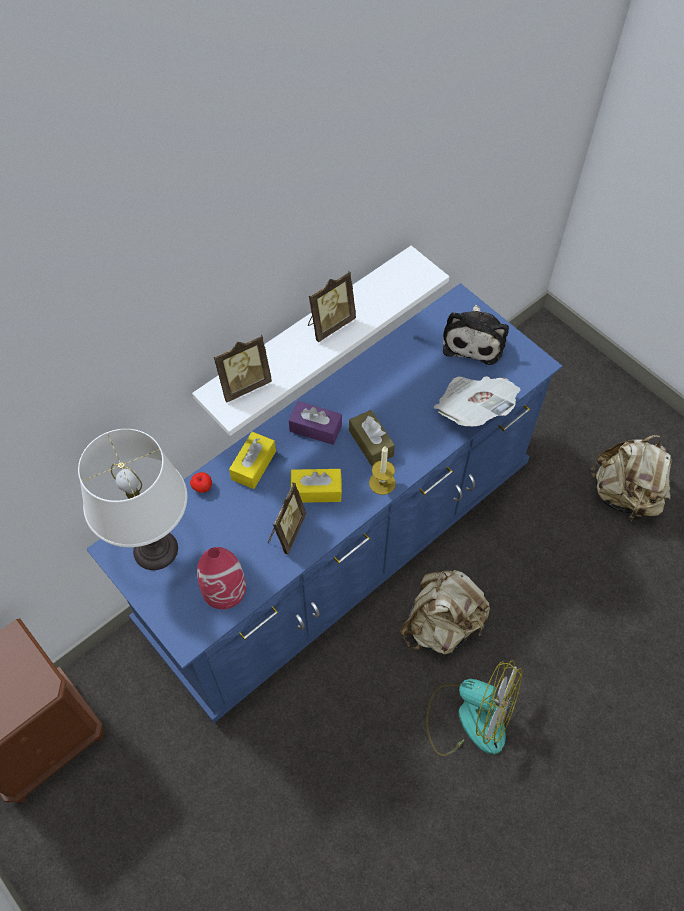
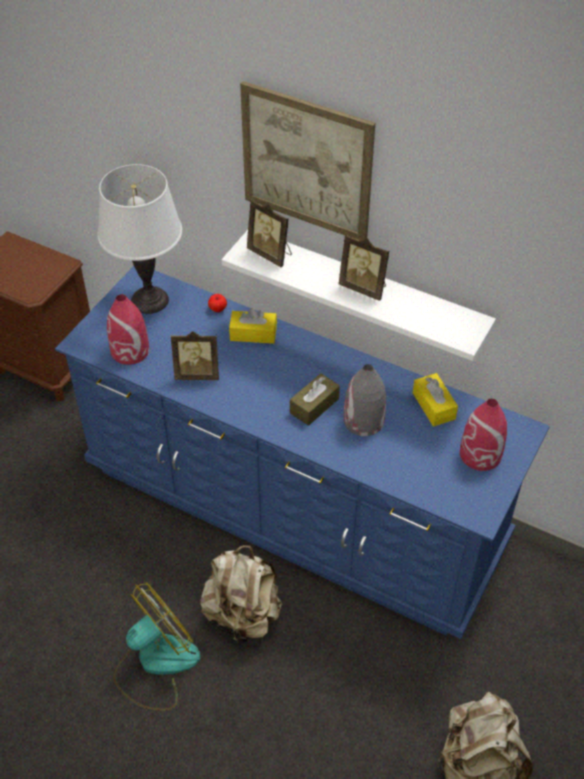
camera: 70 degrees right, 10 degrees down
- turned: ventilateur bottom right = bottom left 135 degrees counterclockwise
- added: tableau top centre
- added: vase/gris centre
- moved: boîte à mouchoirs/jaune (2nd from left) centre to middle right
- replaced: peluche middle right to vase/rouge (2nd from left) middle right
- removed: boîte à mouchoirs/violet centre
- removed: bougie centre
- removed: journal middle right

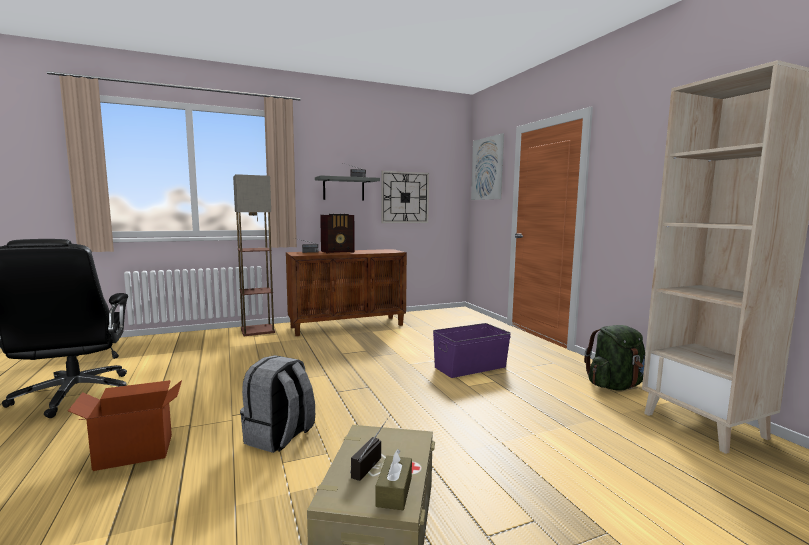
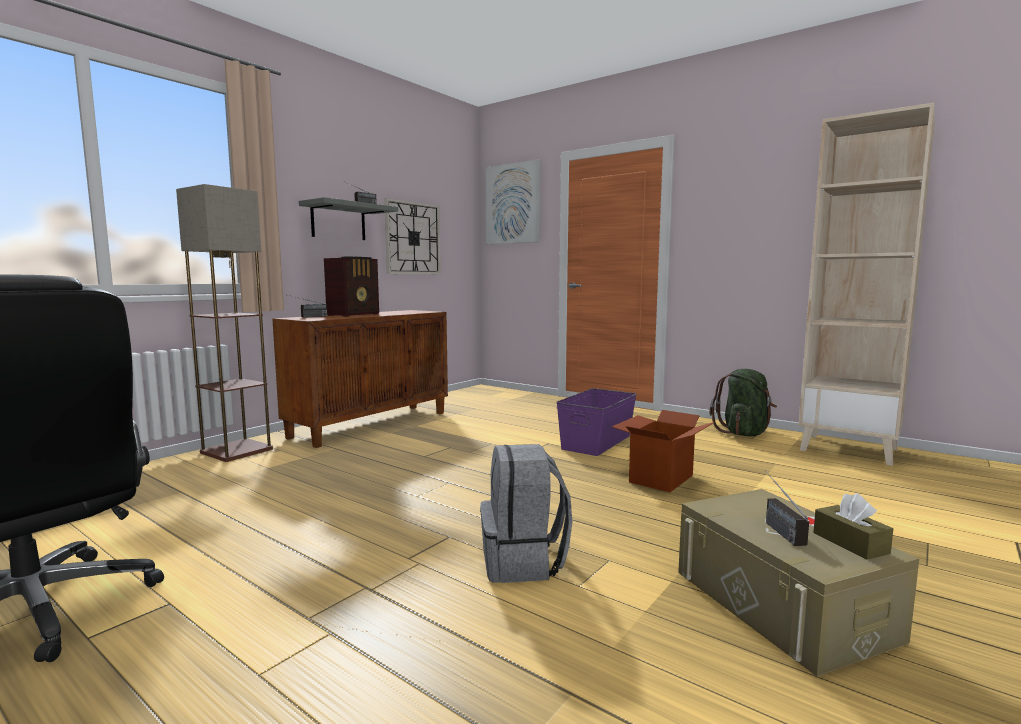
camera: 30 degrees left, 0 degrees up
- moved: carton bottom left to centre

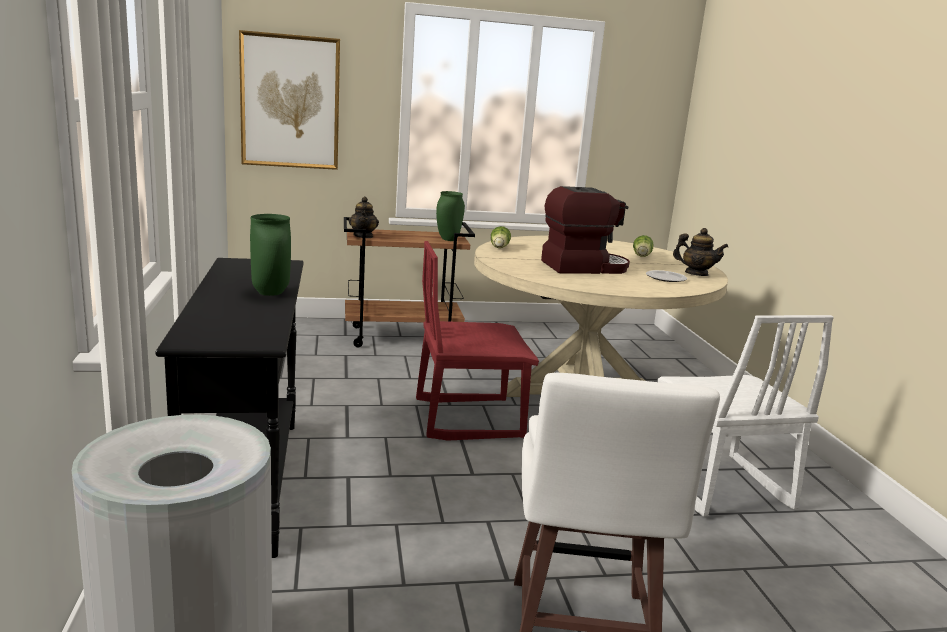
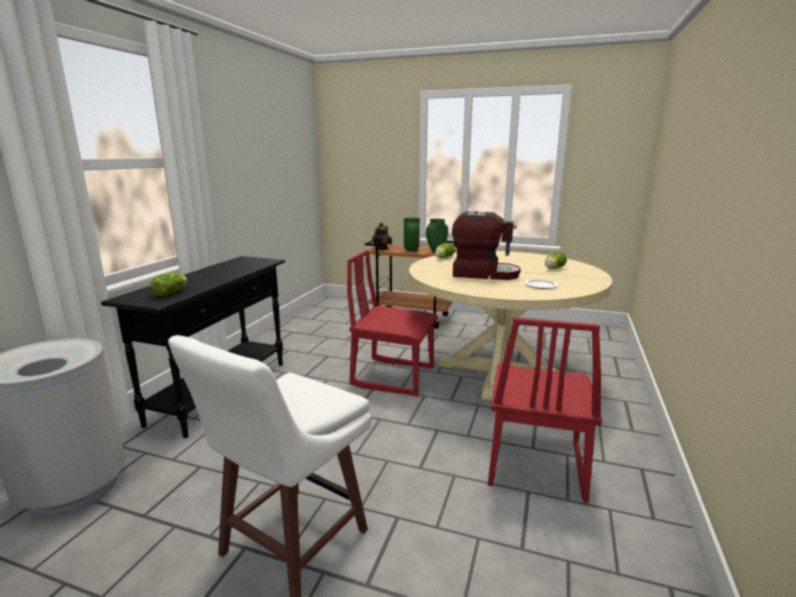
camera: 30 degrees right, 0 degrees up
- added: laitue (1st from left) middle left
- moved: vase/vert (1st from left) middle left to centre
- recoloured: chaise/blanc middle right to chaise/rouge (2nd from left) bottom right
- removed: tableau top left
- removed: théière (2nd from left) middle right

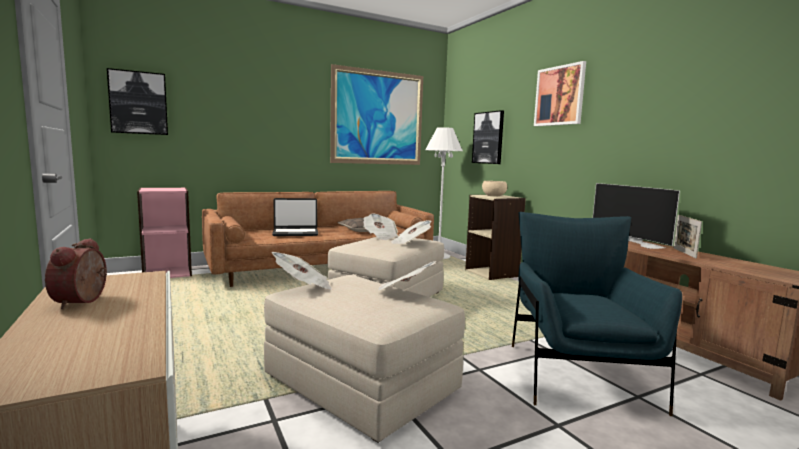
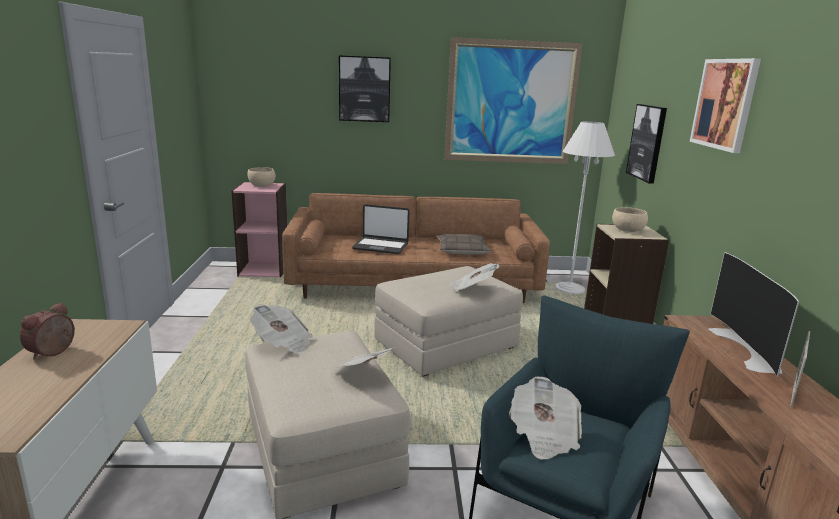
camera: 25 degrees right, 10 degrees up
- added: bol/beige (1st from left) middle left
- moved: tableau (1st from left) top left to top centre
- moved: journal (2nd from left in the first image) centre to journal (4th from left) bottom centre

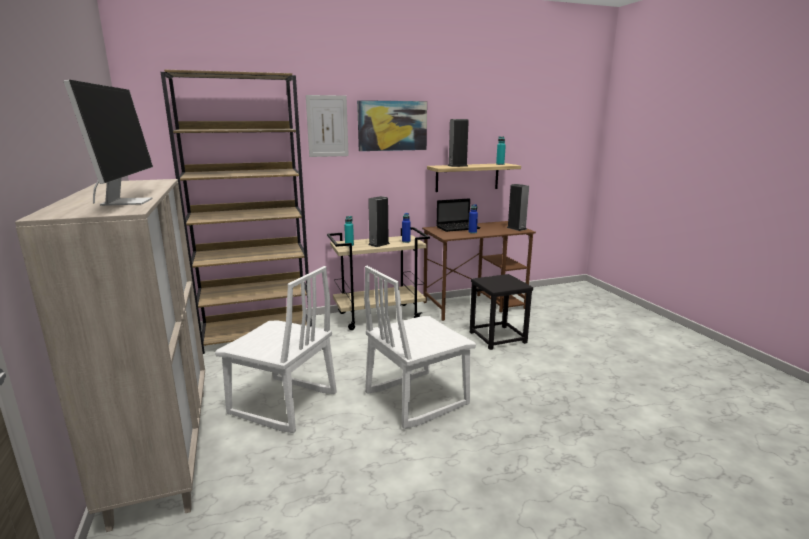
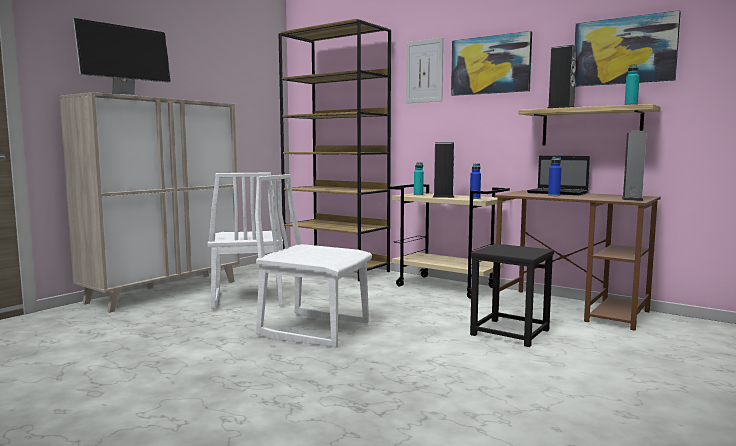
camera: 55 degrees right, 10 degrees down
- added: tableau (3rd from left) top right

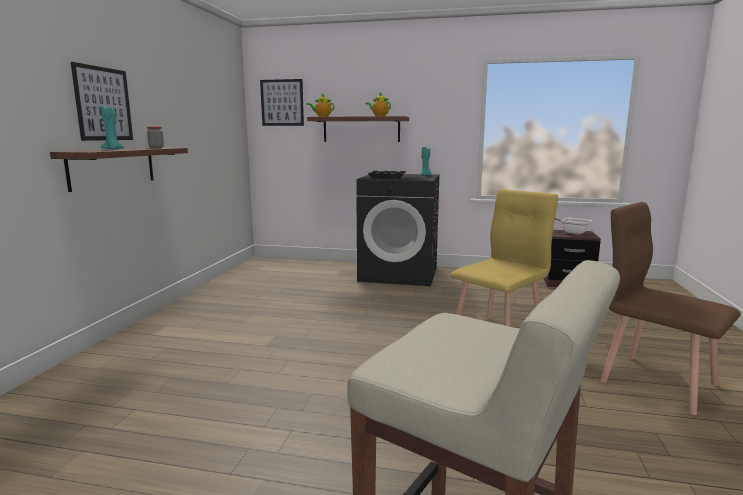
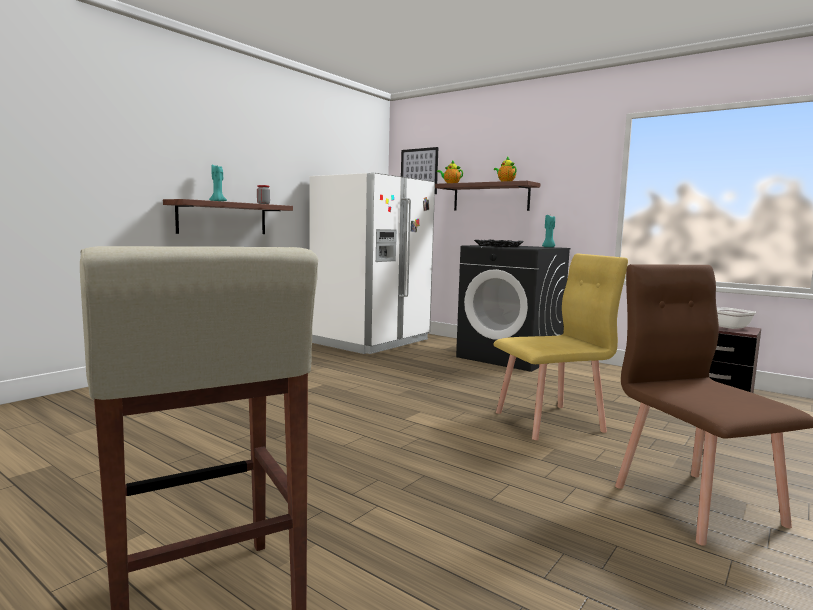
camera: 25 degrees right, 5 degrees down
- added: réfrigérateur/blanc centre
- removed: tableau (1st from left) top left

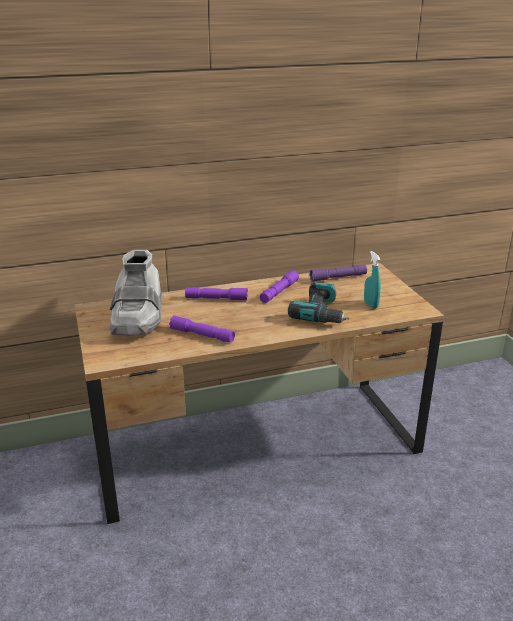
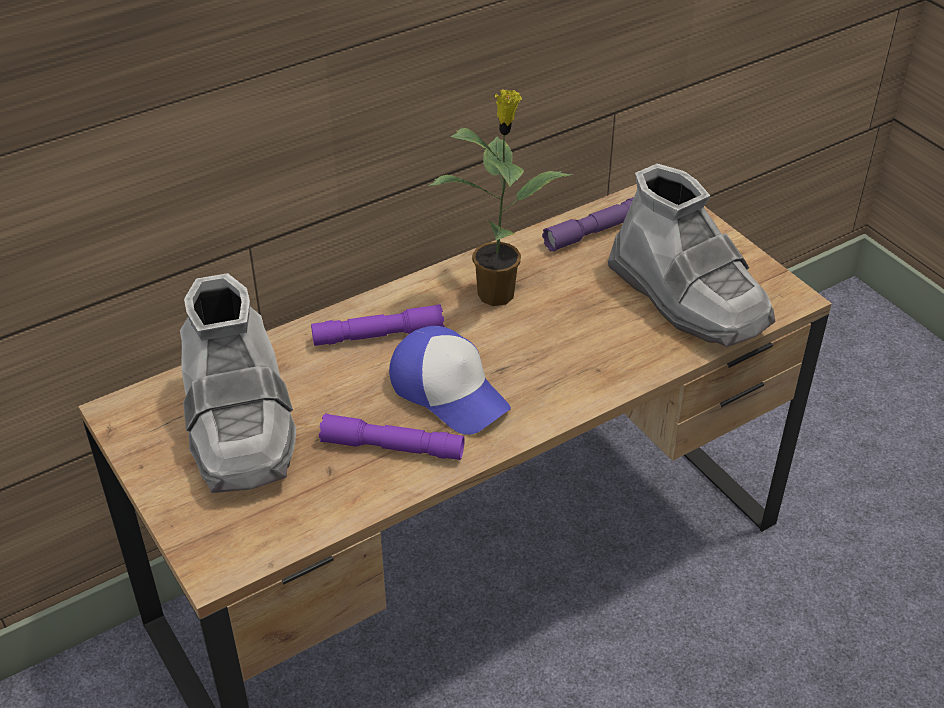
camera: 15 degrees left, 15 degrees up
- added: casquette centre
- replaced: lampe de poche/violet (3rd from left) centre to plante en pot top centre
- replaced: vaporisateur/turquoise middle right to botte/gris (2nd from left) middle right
- removed: perceuse centre

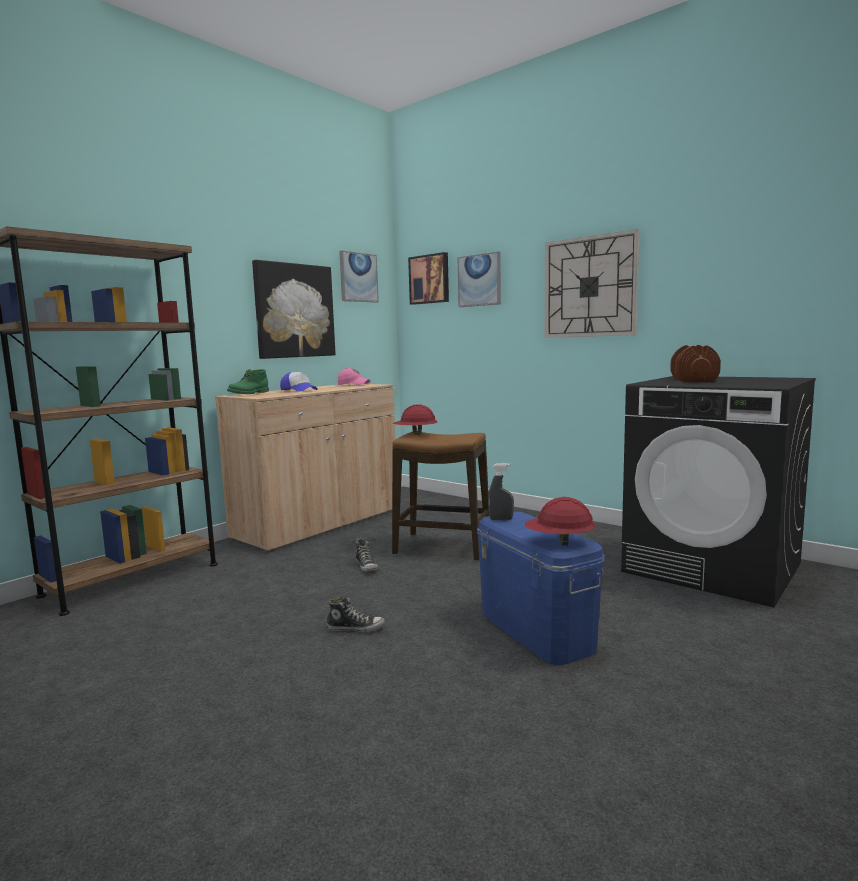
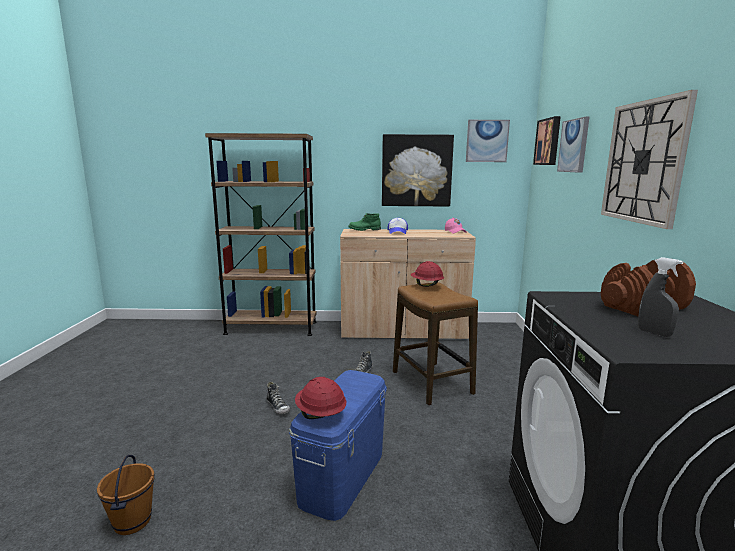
camera: 50 degrees right, 5 degrees up
- added: seau/marron bottom left
- moved: vaporisateur/gris centre to middle right

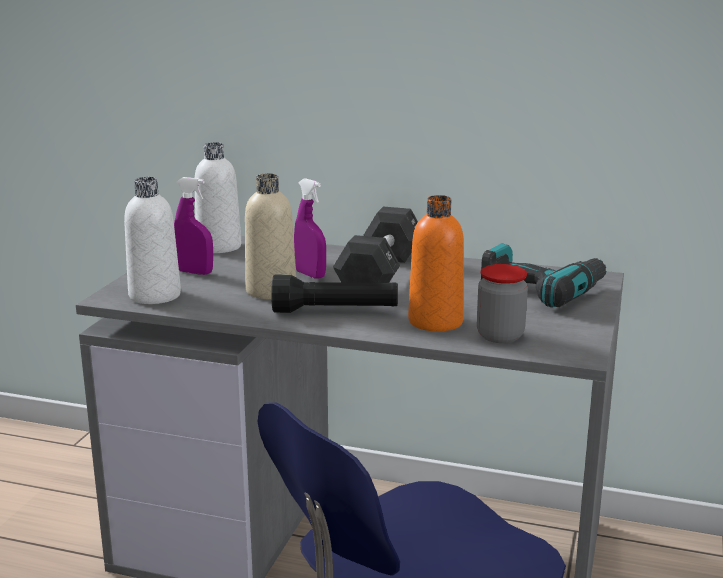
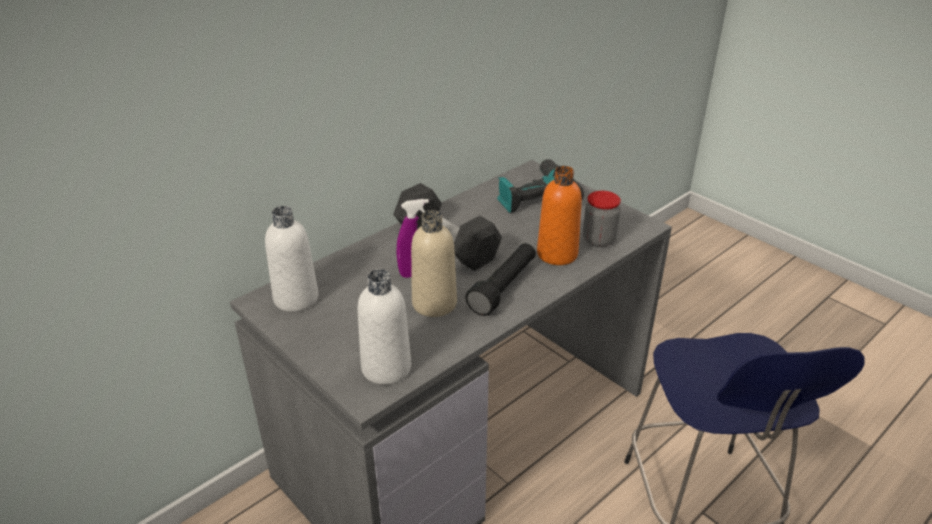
camera: 60 degrees left, 15 degrees up
- removed: vaporisateur/violet (1st from left) middle left

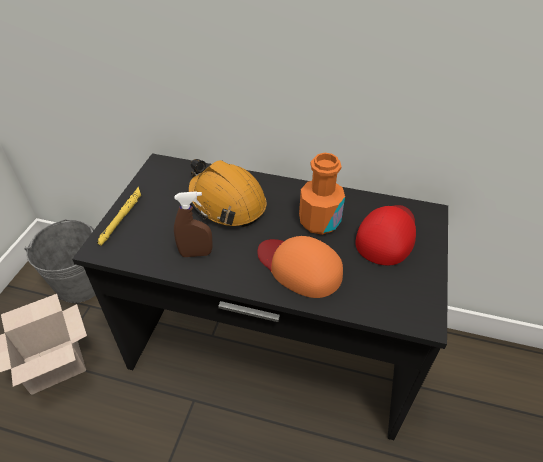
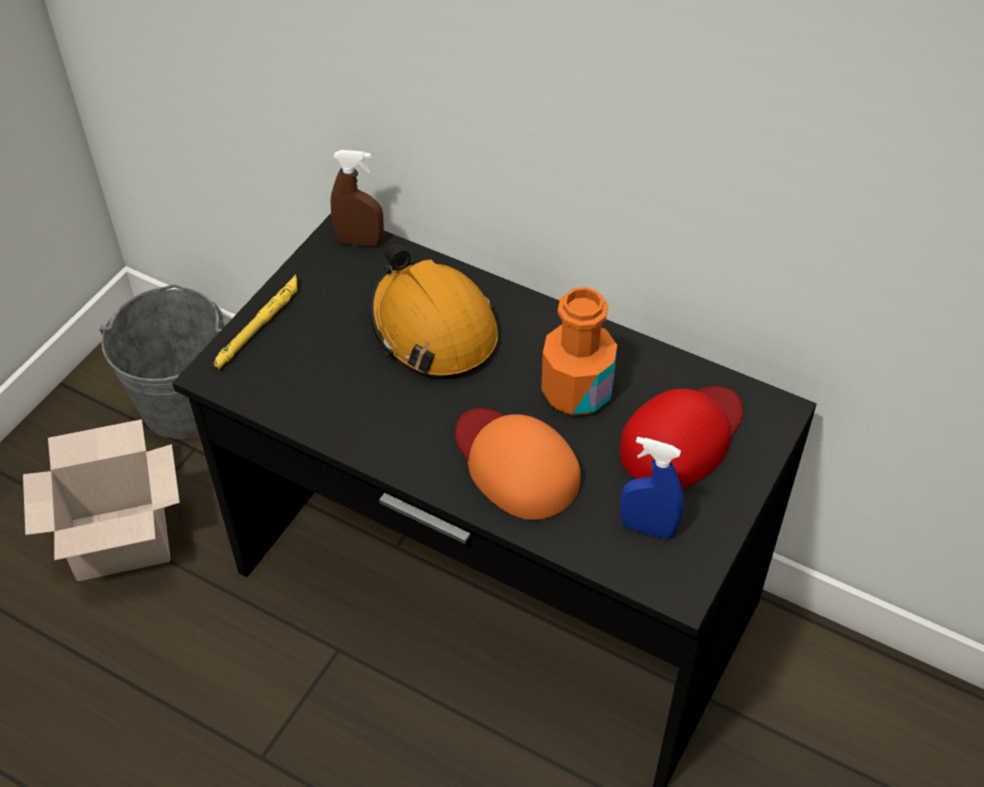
camera: 15 degrees right, 5 degrees up
- moved: vaporisateur/marron centre to top centre
- added: vaporisateur/bleu centre

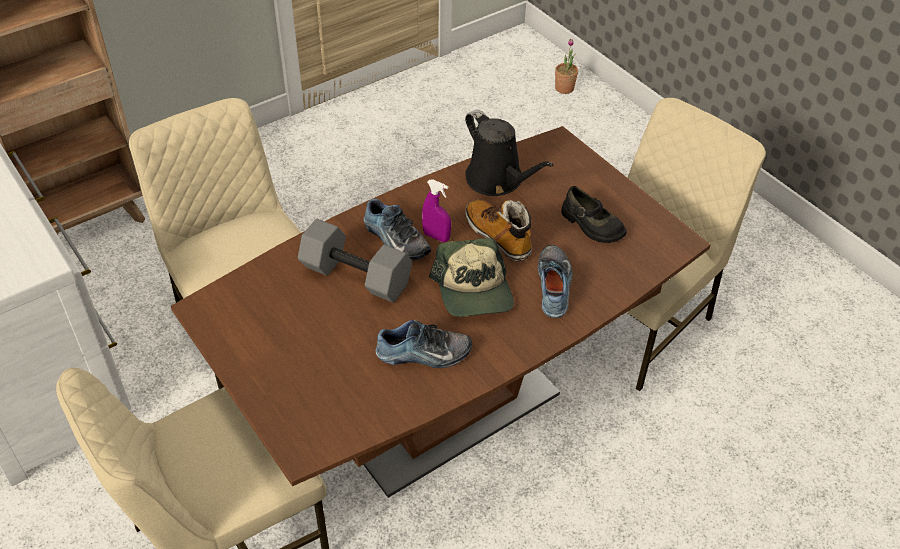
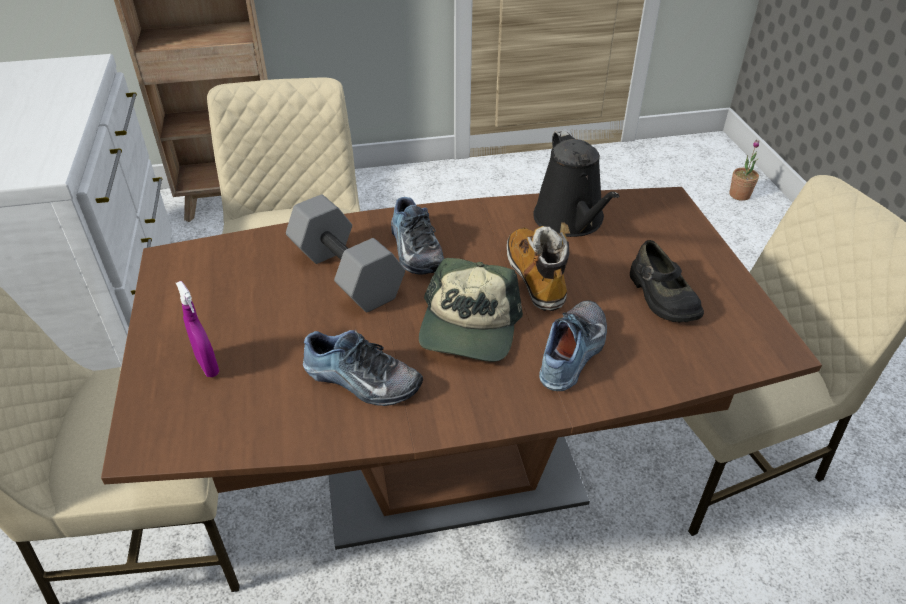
camera: 25 degrees right, 5 degrees down
- moved: vaporisateur/violet centre to middle left

